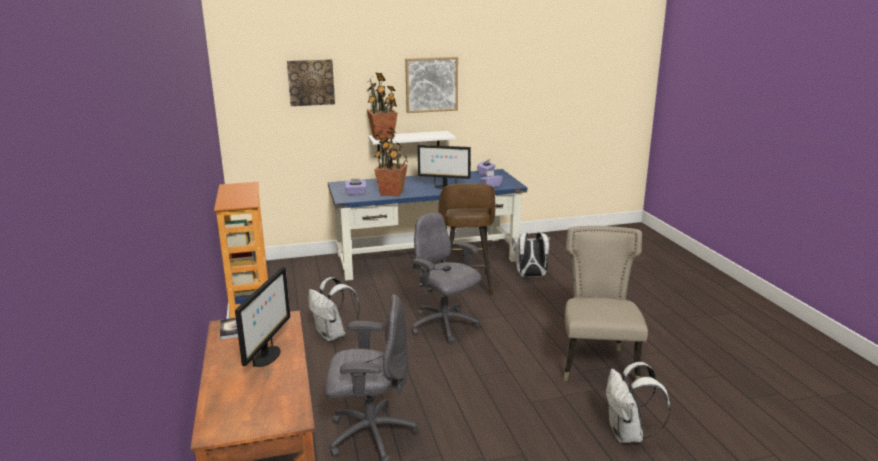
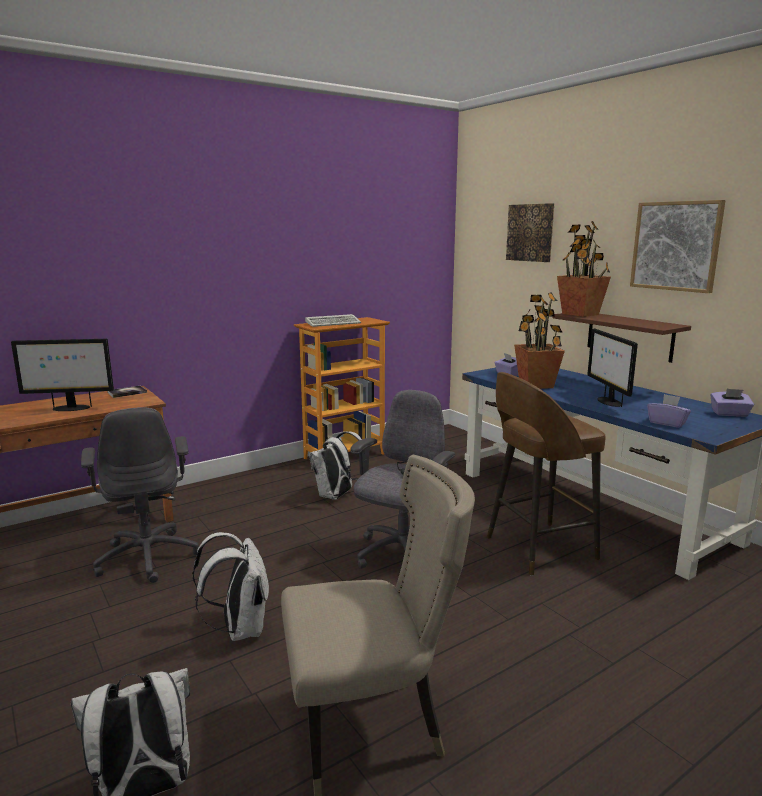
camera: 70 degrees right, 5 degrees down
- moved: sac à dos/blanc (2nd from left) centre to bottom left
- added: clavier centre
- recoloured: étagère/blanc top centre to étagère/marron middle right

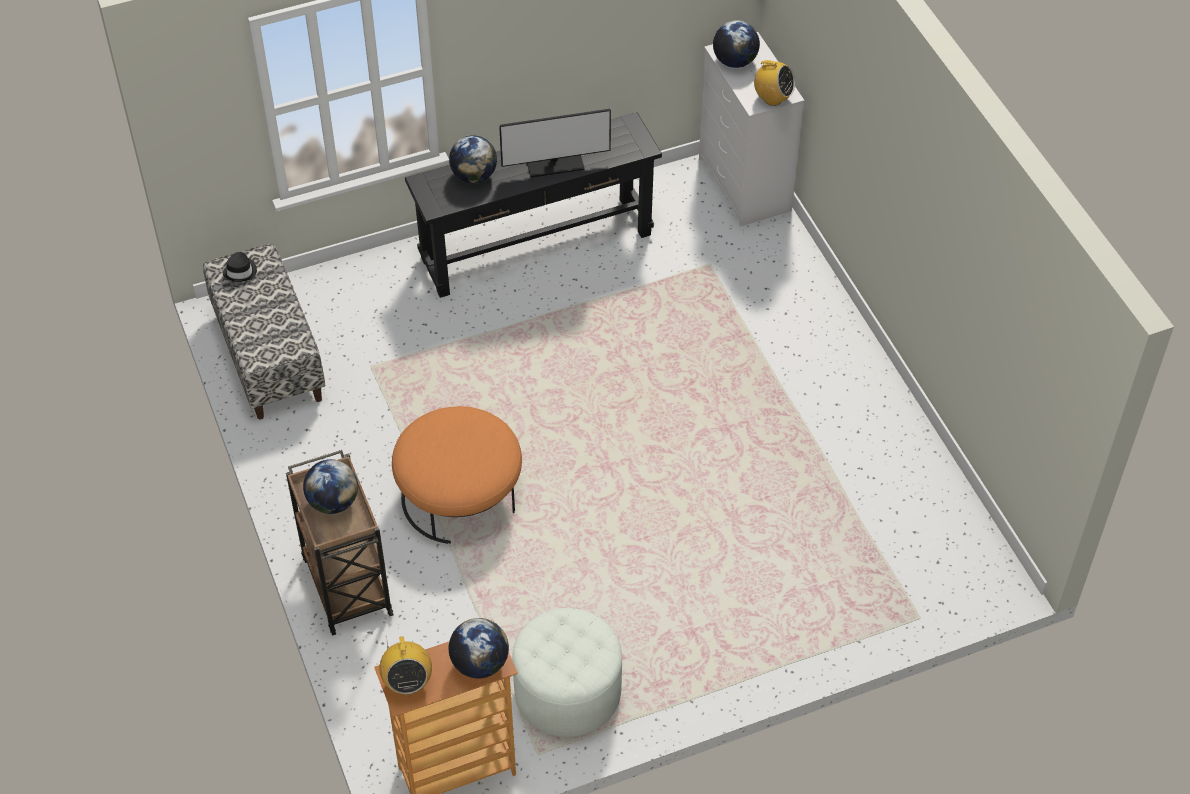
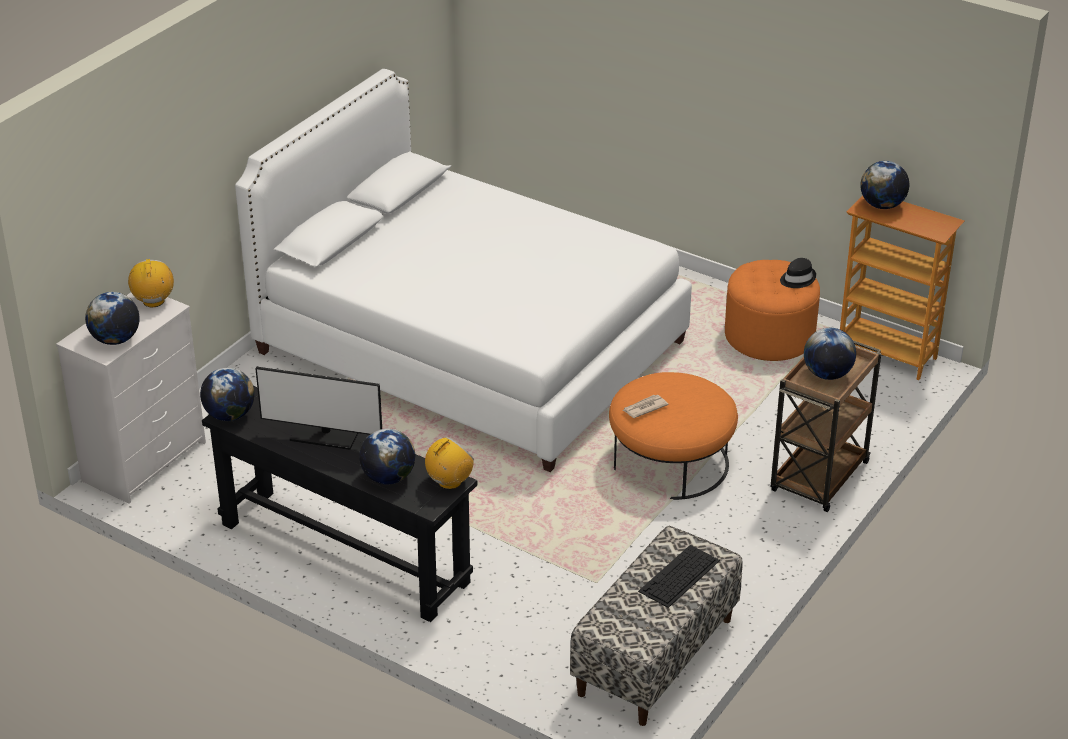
camera: 125 degrees left, 15 degrees down
- added: globe (2nd from left) middle left
- added: lit/blanc centre
- turned: écran d'ordinateur top centre = middle left 150 degrees clockwise
- moved: radio (1st from left in the first image) bottom centre to radio (2nd from left) centre
- added: journal centre
- added: clavier bottom centre
- recoloured: pouf/blanc bottom centre to pouf/orange (2nd from left) middle right
- moved: chapeau/noir middle left to middle right

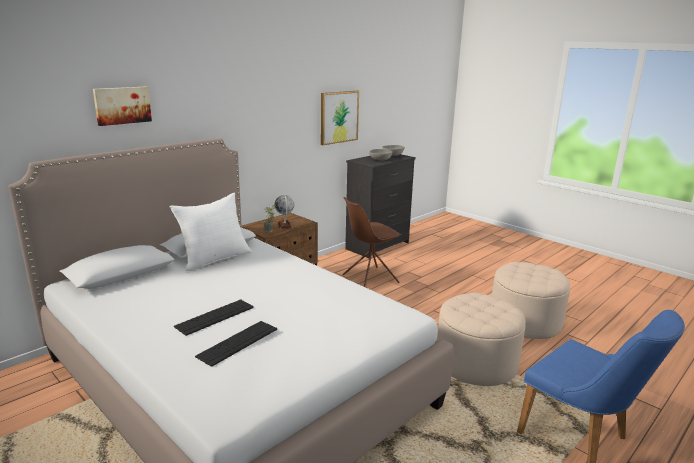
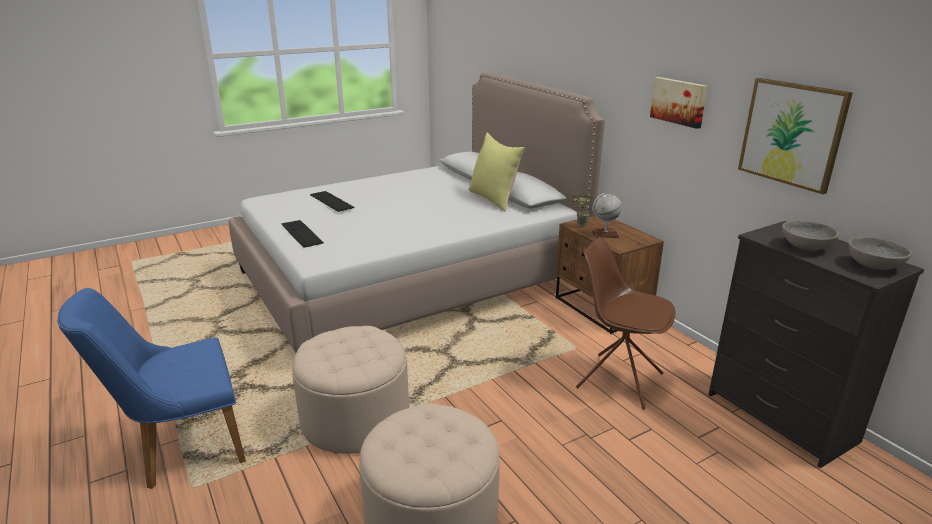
camera: 105 degrees right, 5 degrees up
- moved: clavier (1st from left) bottom left to middle left
- recoloured: coussin/blanc middle left to coussin/jaune top centre
- turned: chaise/marron centre = middle right 45 degrees counterclockwise
- moved: tableau (1st from left) top left to top right

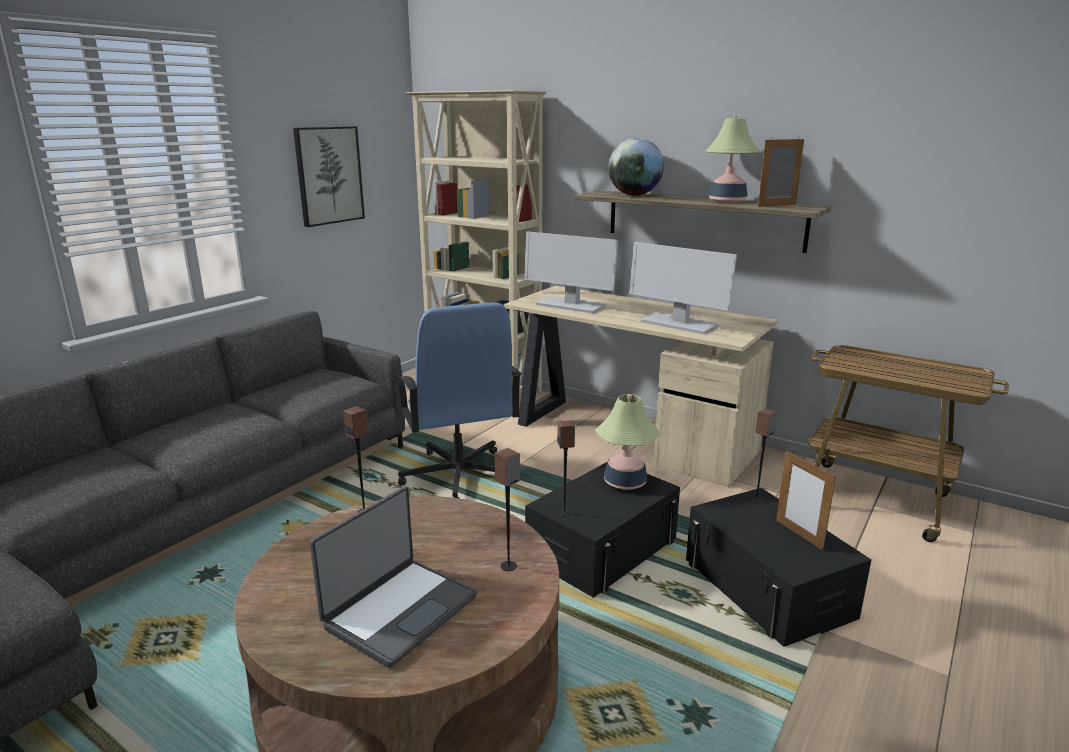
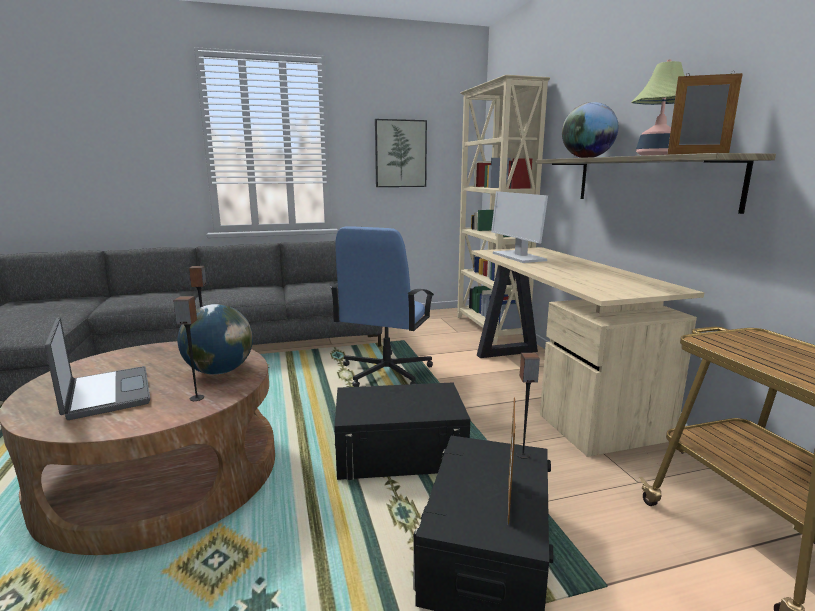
camera: 40 degrees right, 5 degrees down
- turned: ordinateur portable bottom centre = middle left 105 degrees counterclockwise
- added: globe (1st from left) middle left
- removed: enceinte (3rd from left) centre
- removed: lampe de table (1st from left) centre
- removed: écran d'ordinateur (2nd from left) centre

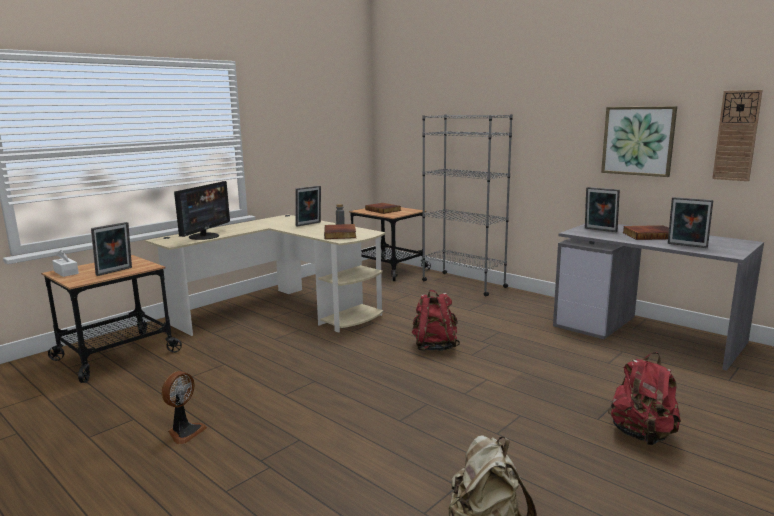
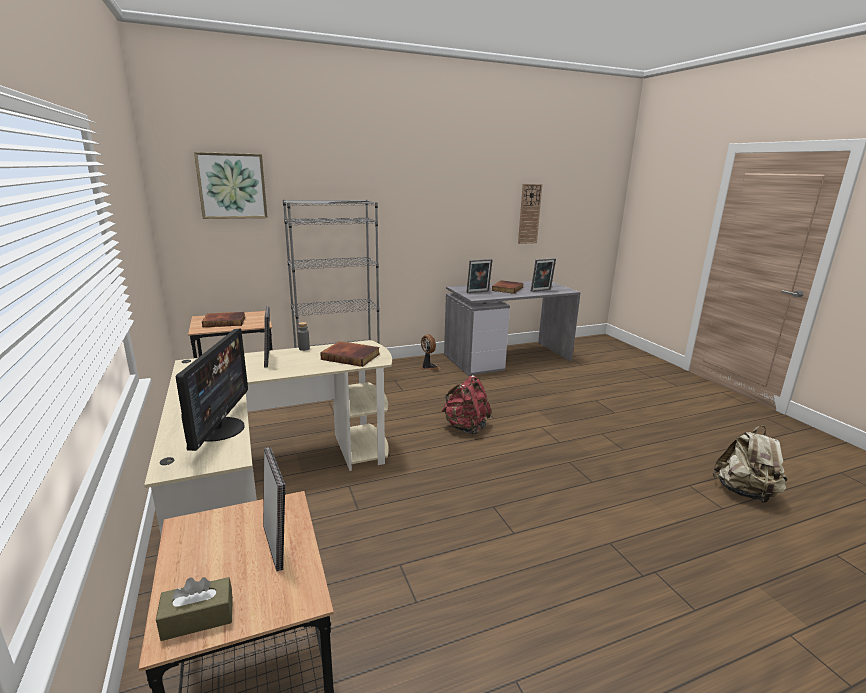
camera: 65 degrees left, 5 degrees up
- recoloured: boîte à mouchoirs/blanc middle left to boîte à mouchoirs/marron bottom left
- turned: écran d'ordinateur middle left = middle left 45 degrees clockwise
- moved: tableau top right to top left
- moved: ventilateur bottom left to centre
- removed: sac à dos/rouge (2nd from left) bottom right

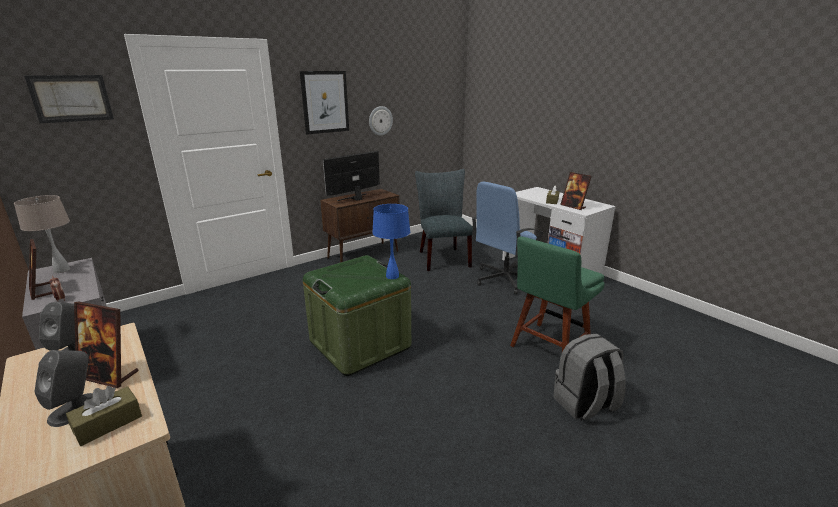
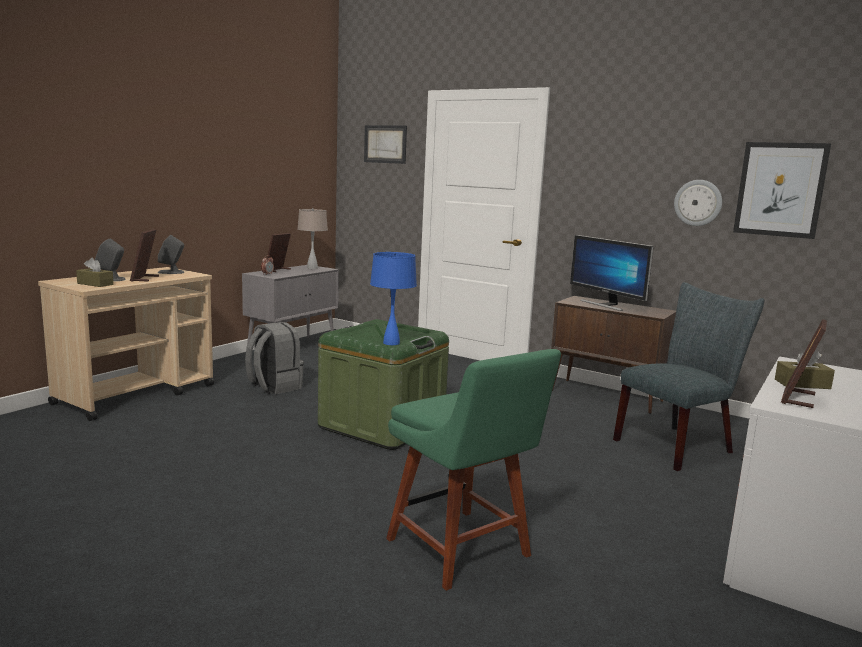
camera: 70 degrees right, 10 degrees down
- moved: sac à dos/gris bottom right to middle left
- turned: chaise/vert centre = bottom centre 150 degrees counterclockwise
- turned: écran d'ordinateur centre = middle right 150 degrees counterclockwise
- moved: tableau (2nd from left) top centre to top right
- removed: chaise de bureau/bleu centre

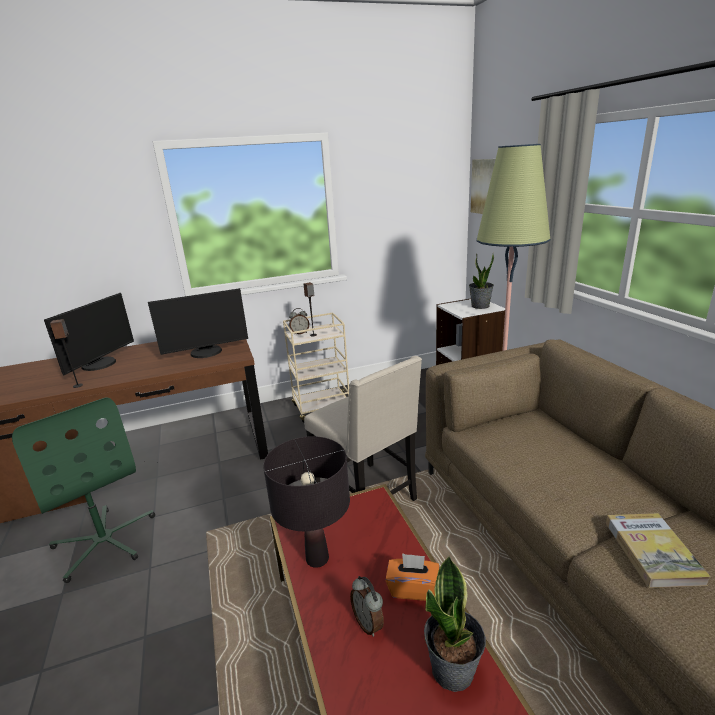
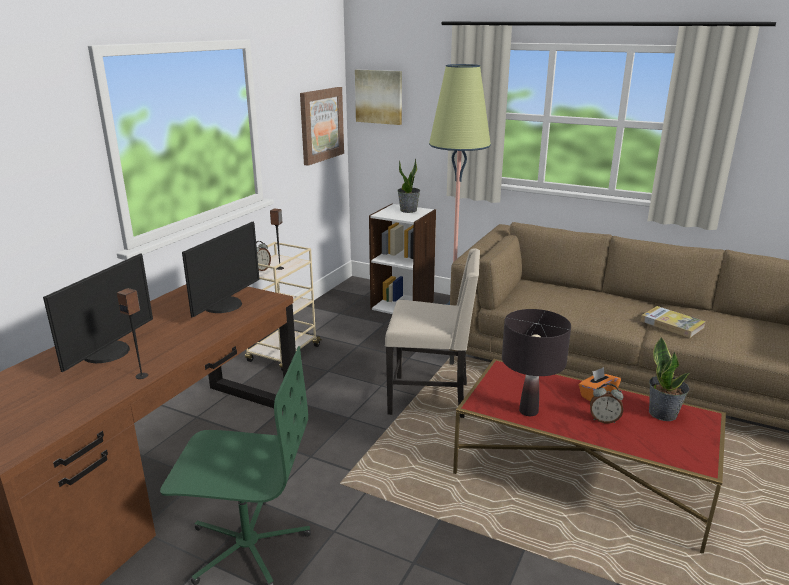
camera: 45 degrees left, 0 degrees up
- turned: écran d'ordinateur (1st from left) middle left = middle left 45 degrees clockwise
- added: tableau (1st from left) top centre

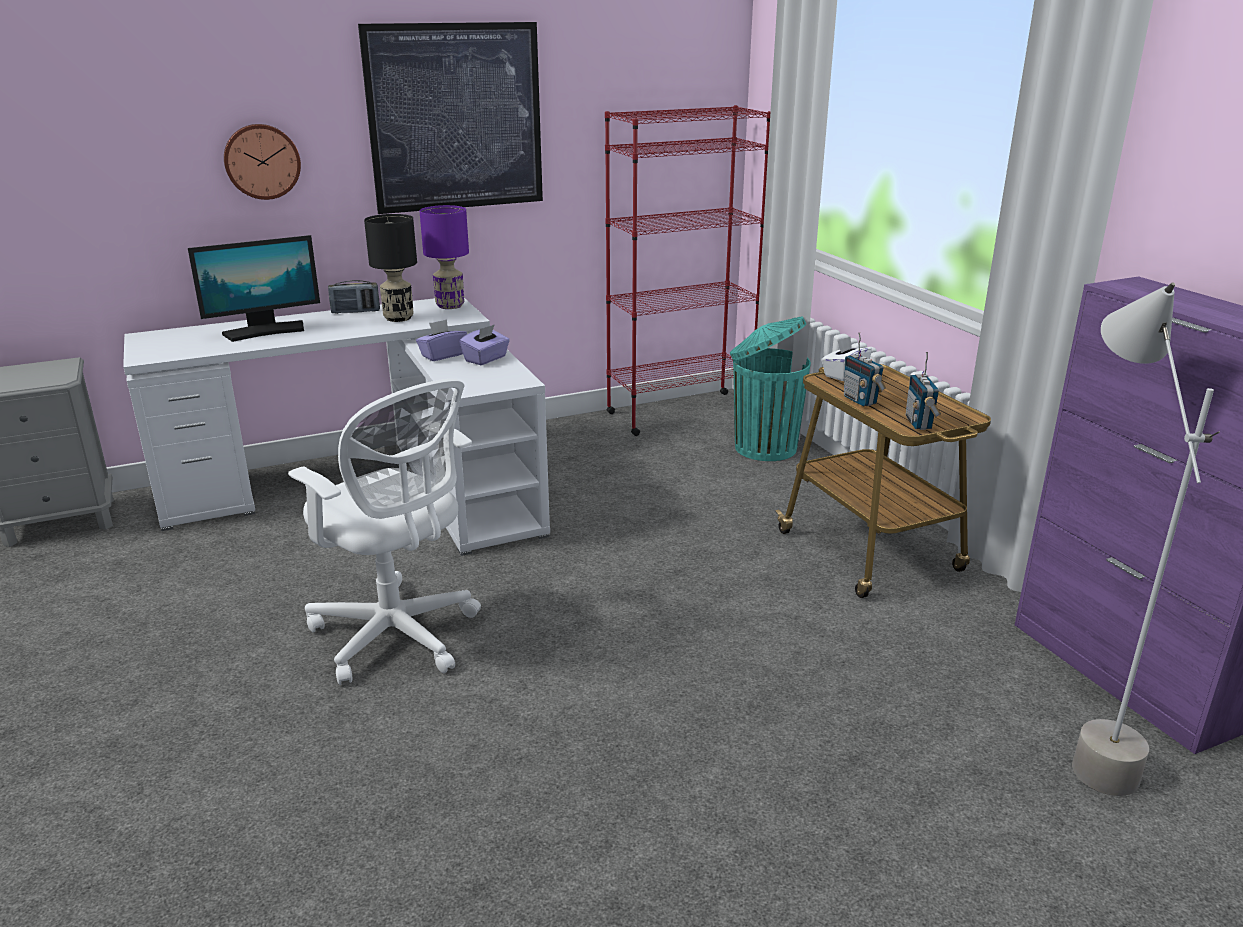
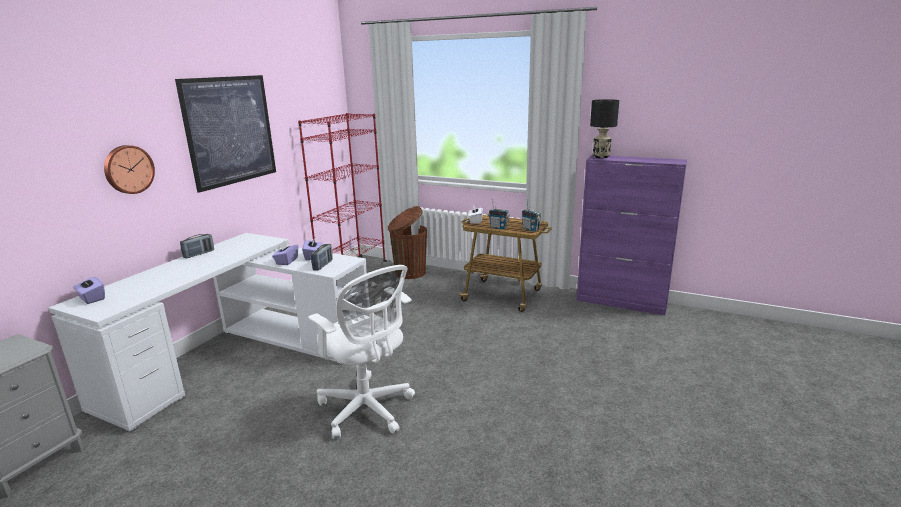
camera: 40 degrees left, 5 degrees down
- added: boîte à mouchoirs/violet (1st from left) middle left
- turned: chaise de bureau/blanc middle left = bottom centre 45 degrees clockwise
- added: radio (2nd from left) centre
- recoloured: poubelle/turquoise centre to poubelle/marron centre
- moved: lampe de table/noir top left to top right
- removed: écran d'ordinateur top left
- removed: lampe de table/violet top centre
- removed: lampadaire/gris middle right

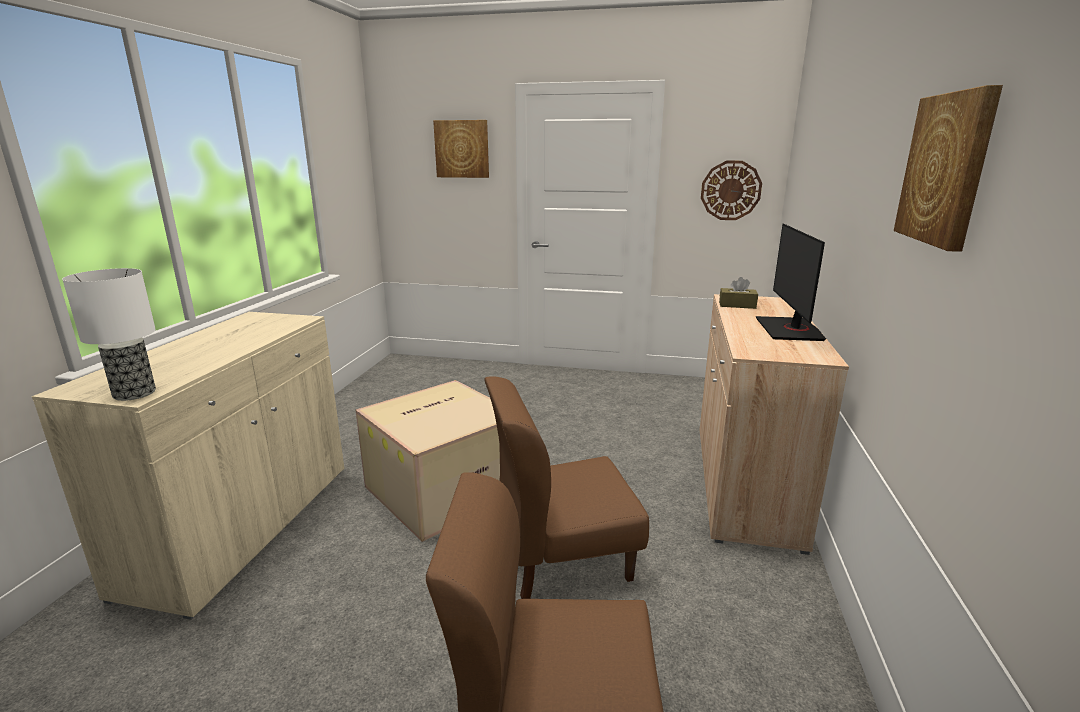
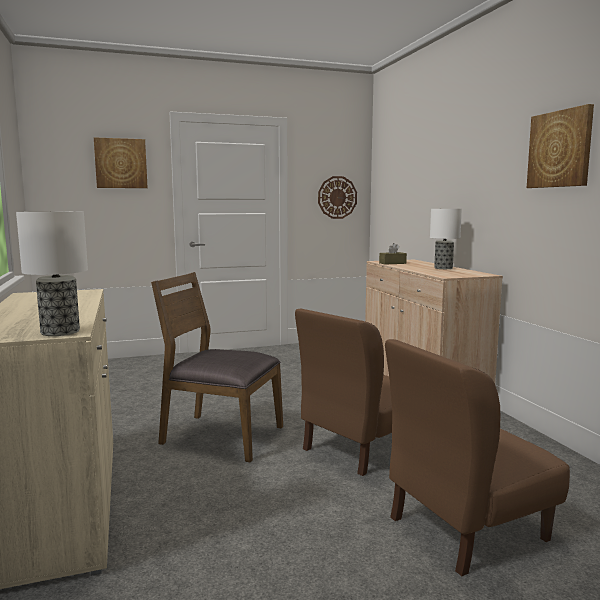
camera: 30 degrees left, 10 degrees down
- replaced: carton centre to chaise/marron (1st from left) centre
- replaced: écran d'ordinateur middle right to lampe de table (2nd from left) middle right

